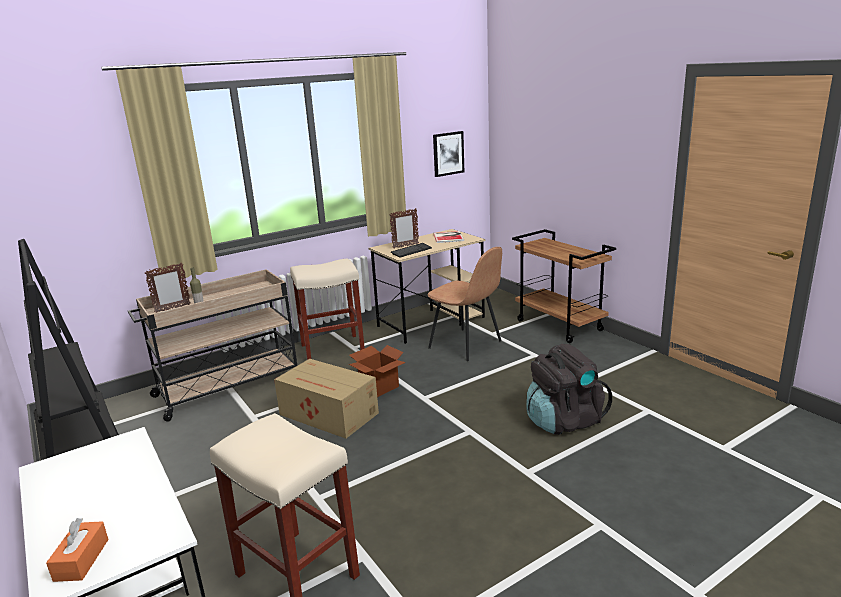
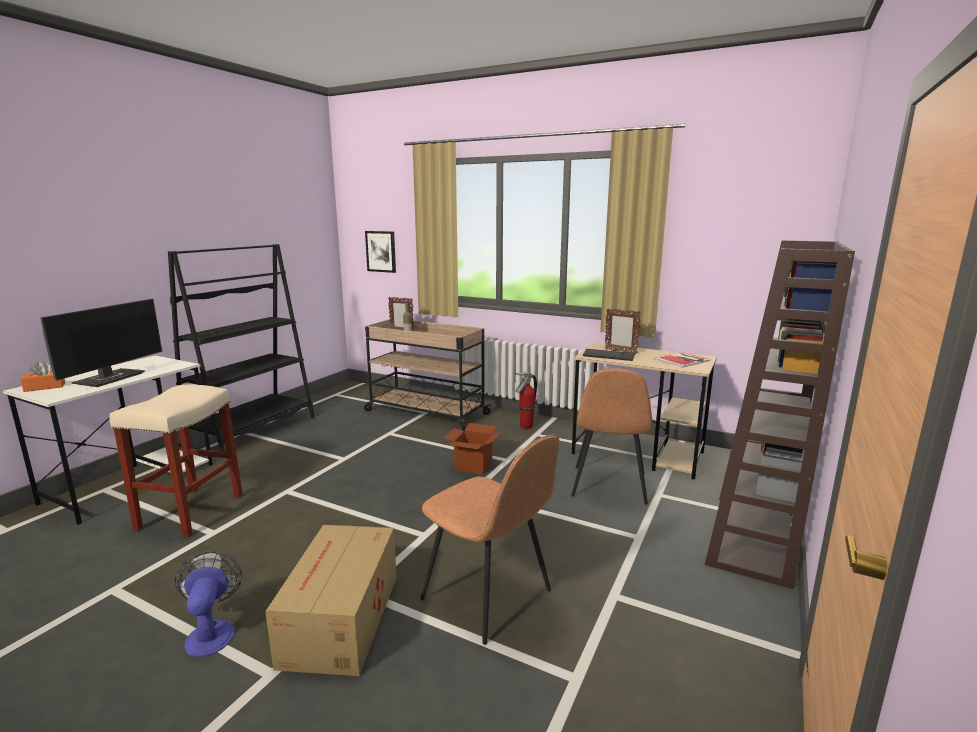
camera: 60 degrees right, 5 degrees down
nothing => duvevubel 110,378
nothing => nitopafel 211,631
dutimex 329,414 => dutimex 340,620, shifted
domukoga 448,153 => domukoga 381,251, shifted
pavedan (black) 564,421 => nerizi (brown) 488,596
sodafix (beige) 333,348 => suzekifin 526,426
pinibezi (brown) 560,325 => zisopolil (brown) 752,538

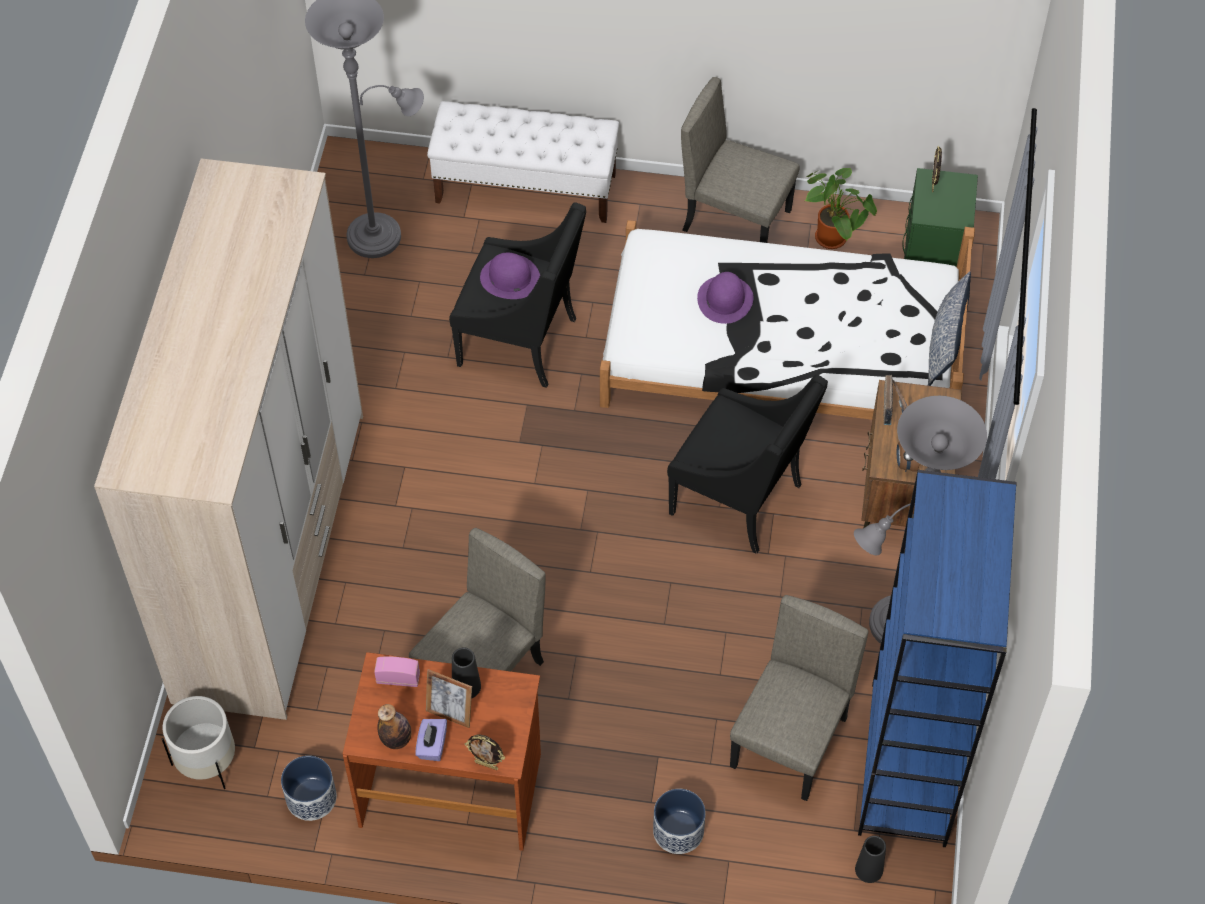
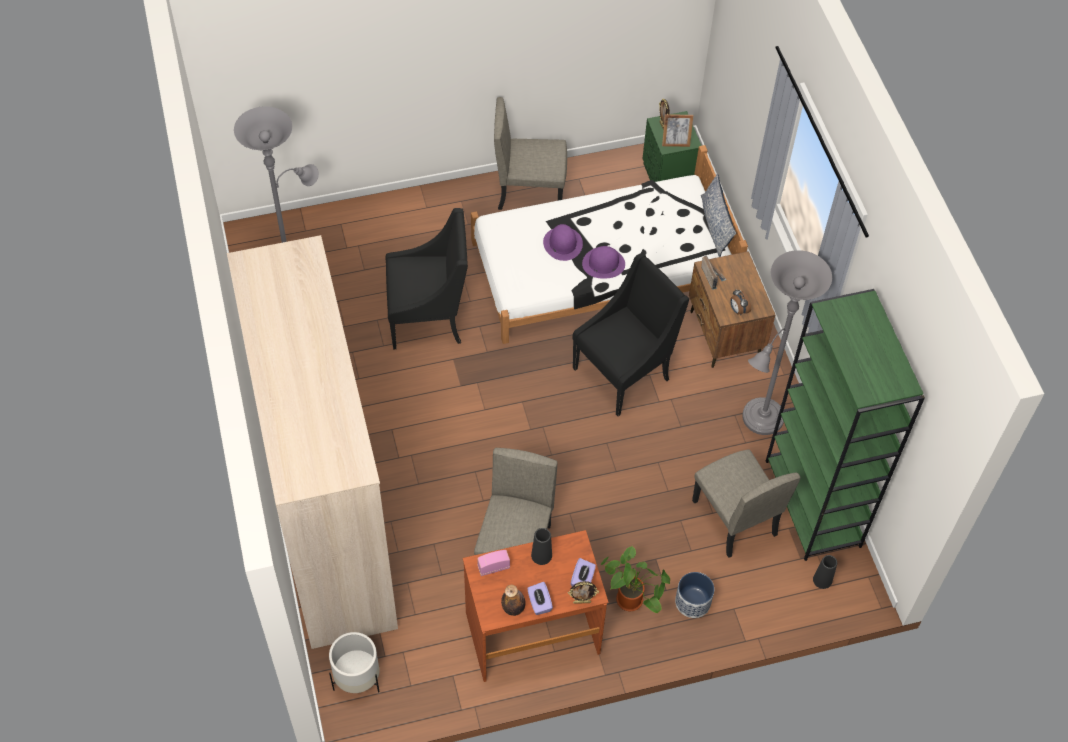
camera: 25 degrees left, 0 degrees up
nothing => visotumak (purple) 582,579
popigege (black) 740,499 => popigege (black) 624,373, 45 degrees counterclockwise
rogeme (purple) 509,278 => rogeme (purple) 603,264, shifted
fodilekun 834,240 => fodilekun 632,600, shifted
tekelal 450,713 => tekelal 675,143, shifted
nerizi (beige) 790,742 => nerizi (beige) 734,518, 150 degrees clockwise
zisopolil (blue) 909,764 => zisopolil (green) 813,504
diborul 311,798 => nothing
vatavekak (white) 526,188 => nothing

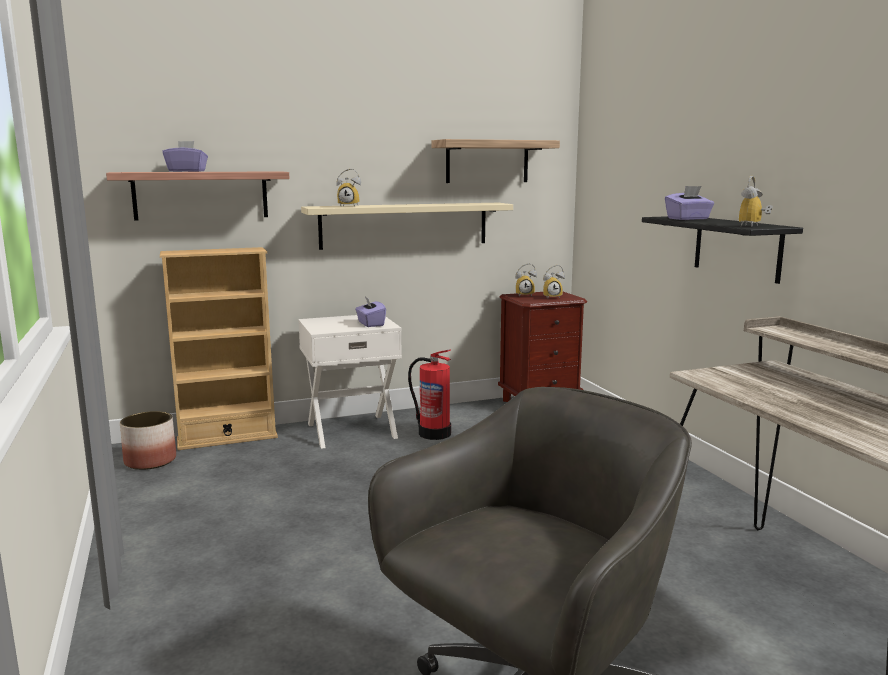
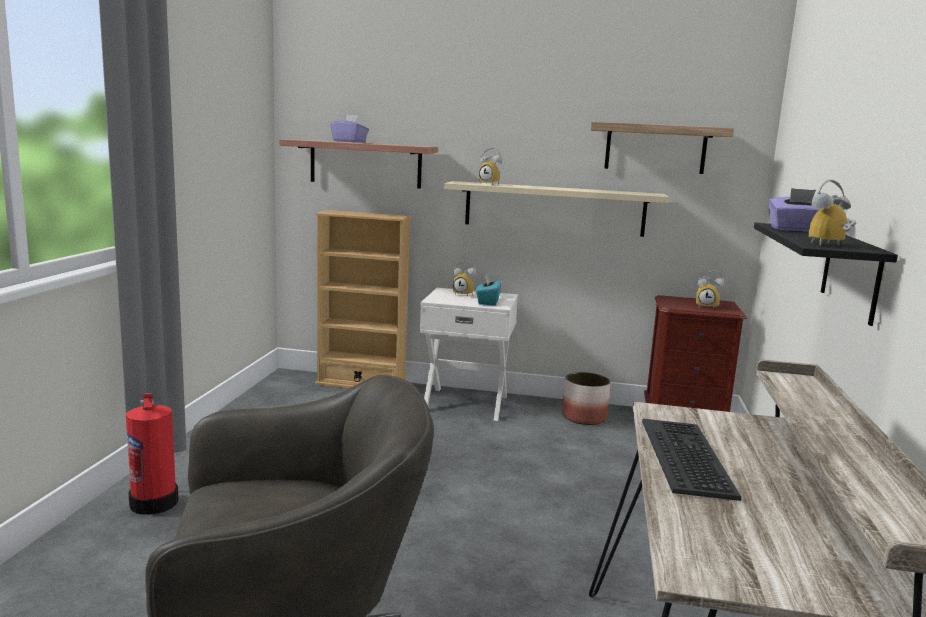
camera: 30 degrees right, 0 degrees up
suzekifin 434,433 => suzekifin 154,501, shifted
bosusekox 524,295 => bosusekox 464,294, shifted
visotumak (purple) 370,324 => visotumak (turquoise) 487,302
diborul 151,461 => diborul 584,417, shifted
nothing => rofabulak 687,458

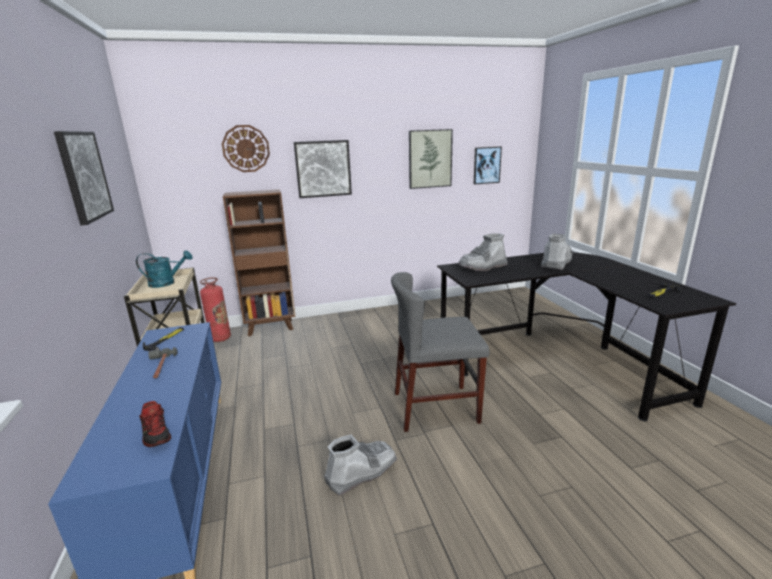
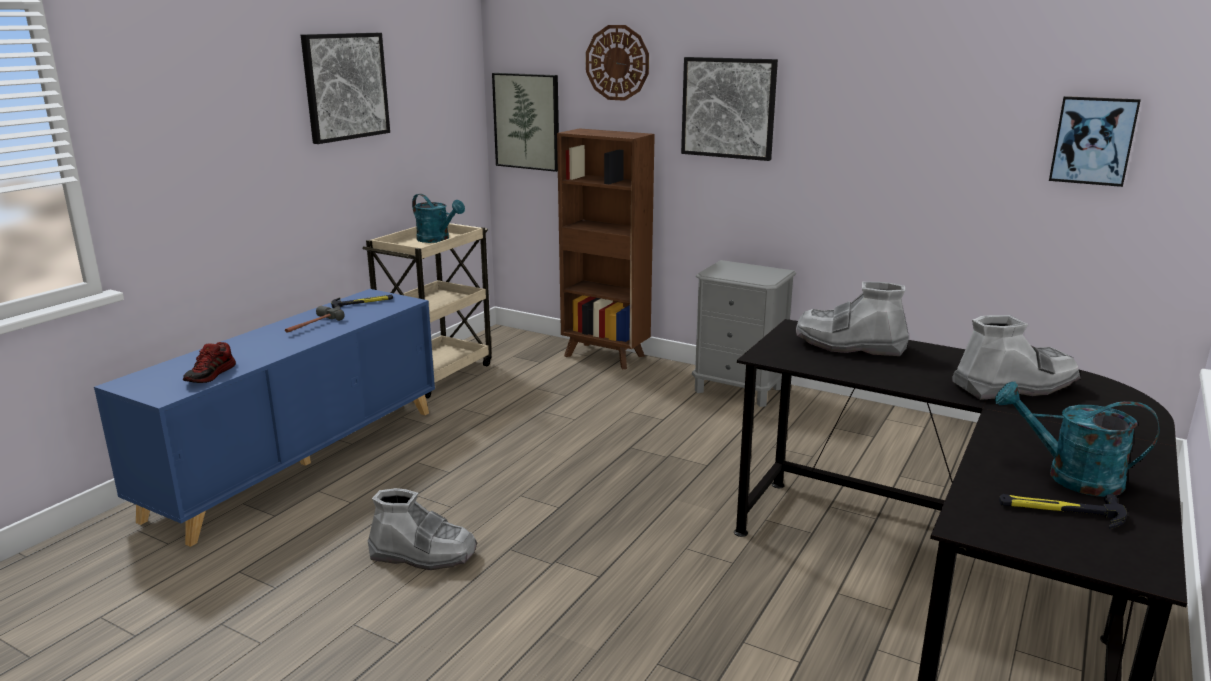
camera: 45 degrees right, 0 degrees up
domukoga 430,159 => domukoga 527,121, shifted
nothing => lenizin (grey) 739,390
nothing => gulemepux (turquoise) 1070,477
suzekifin 220,338 => nothing
nerizi (grey) 435,407 => nothing

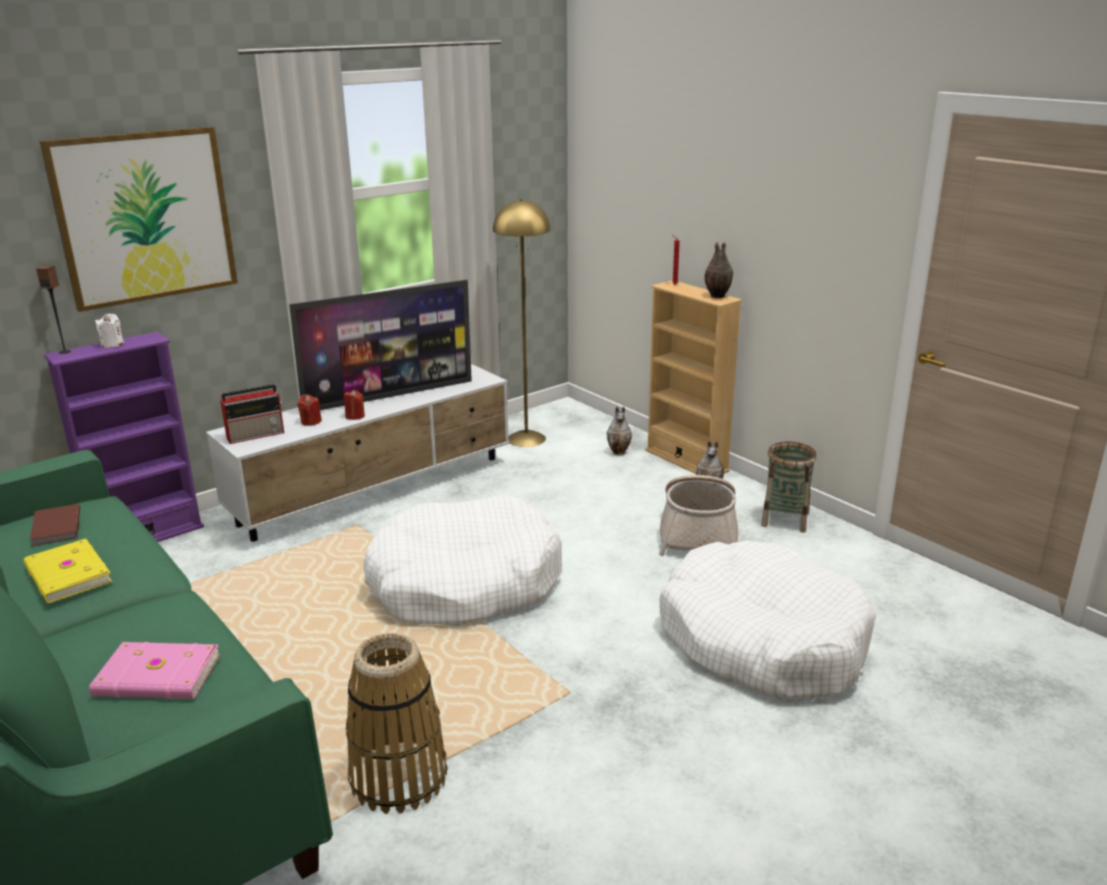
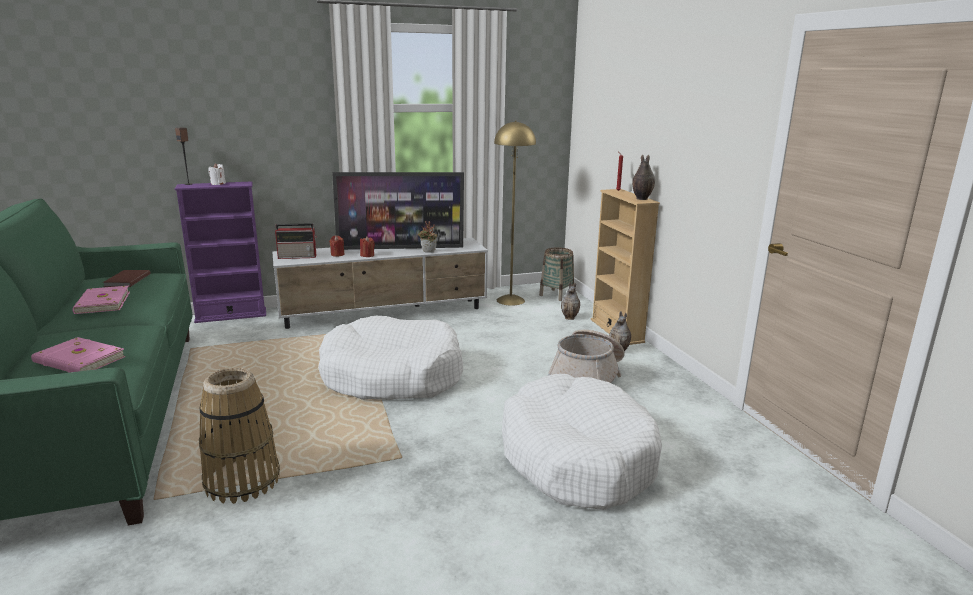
camera: 20 degrees right, 5 degrees down
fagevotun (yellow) 66,575 => fagevotun (pink) 101,303
nothing => fodilekun 428,252
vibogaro 785,519 => vibogaro 556,295, shifted
domukoga 145,217 => nothing

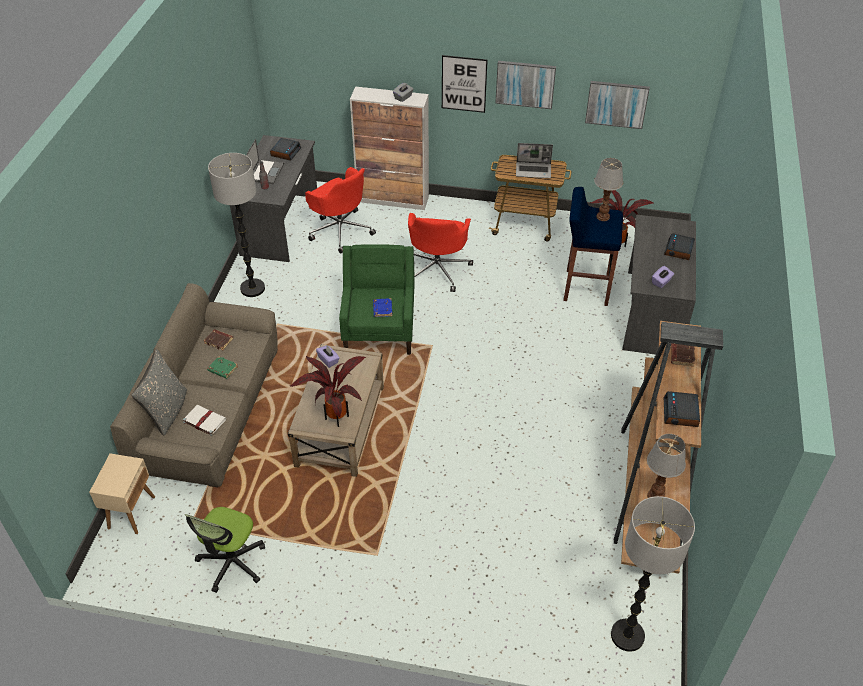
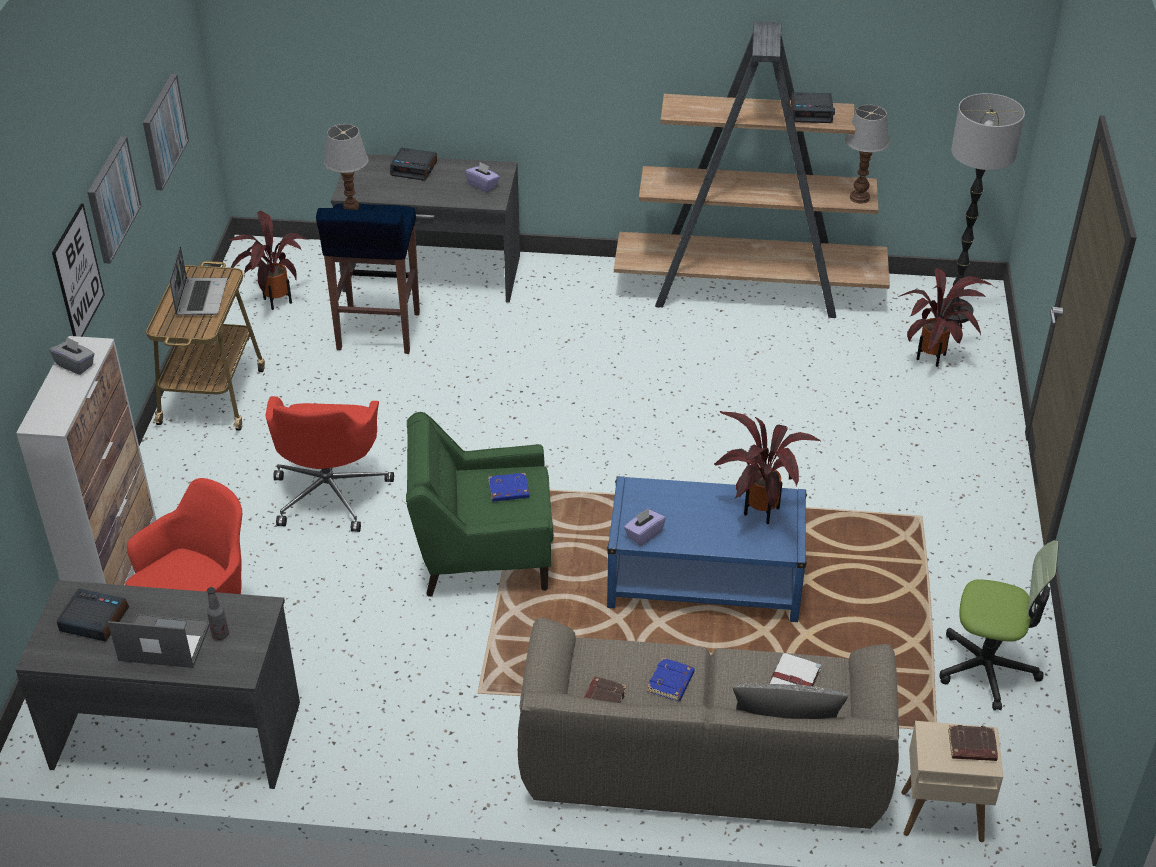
camera: 95 degrees left, 5 degrees down
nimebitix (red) 437,269 => nimebitix (red) 330,493, 90 degrees clockwise
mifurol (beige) 340,425 => mifurol (blue) 704,579
fagevotun (green) 222,369 => fagevotun (blue) 671,683
nothing => fodilekun 933,359
fagevotun (brown) 681,355 => fagevotun (brown) 971,747, shifted
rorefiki 252,288 => nothing

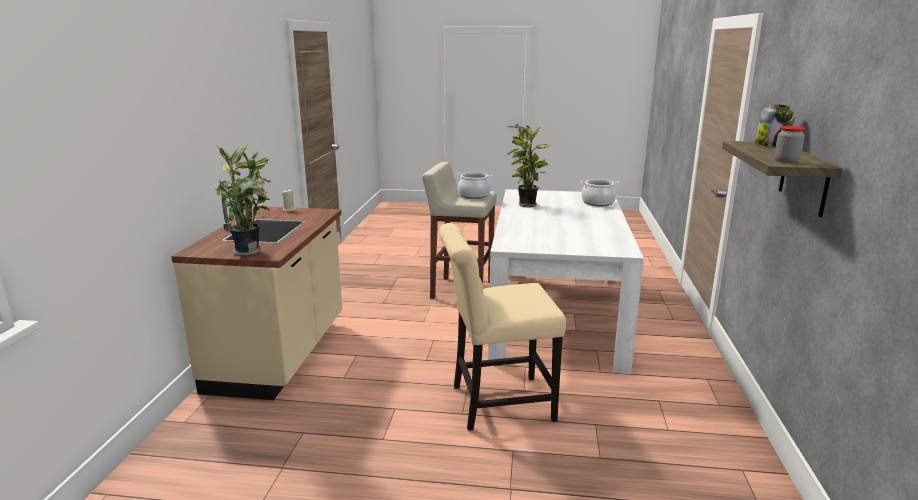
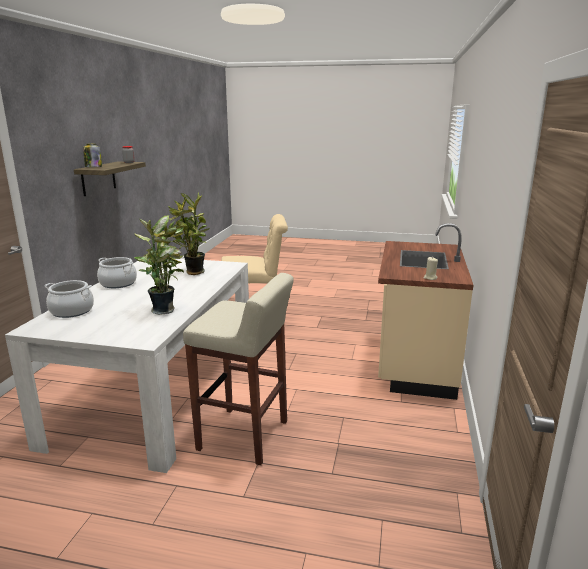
camera: 175 degrees left, 0 degrees up
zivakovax 474,195 => zivakovax 118,283, shifted
fodilekun 250,251 => fodilekun 193,273, shifted

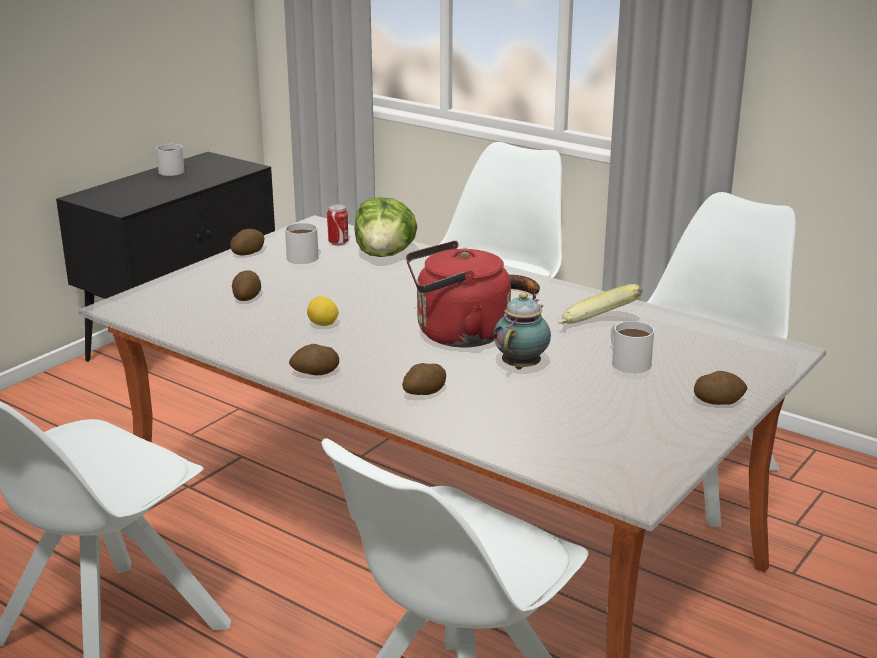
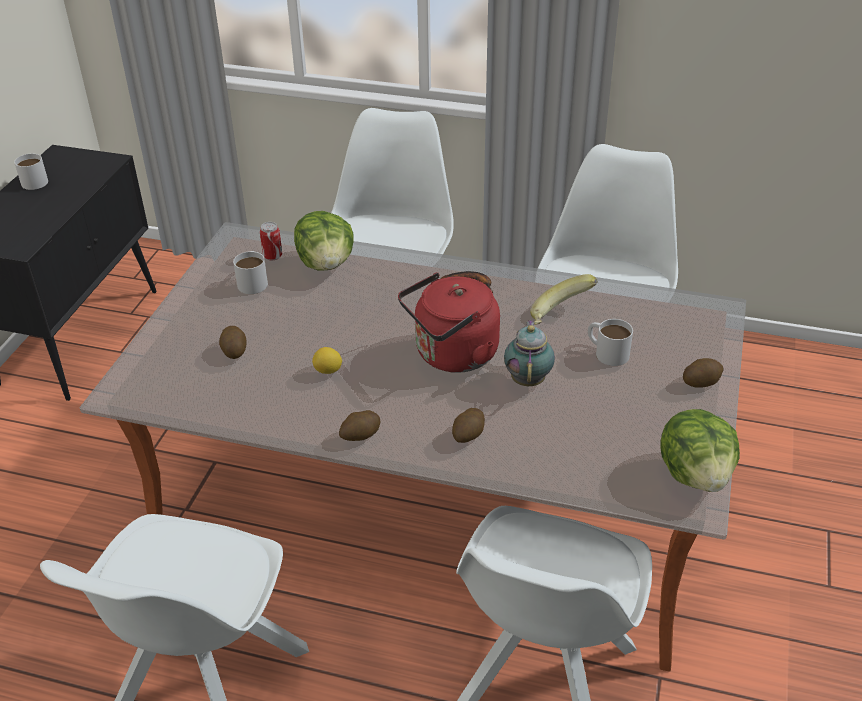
camera: 20 degrees left, 15 degrees up
nothing => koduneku 696,474
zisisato 248,252 => nothing

